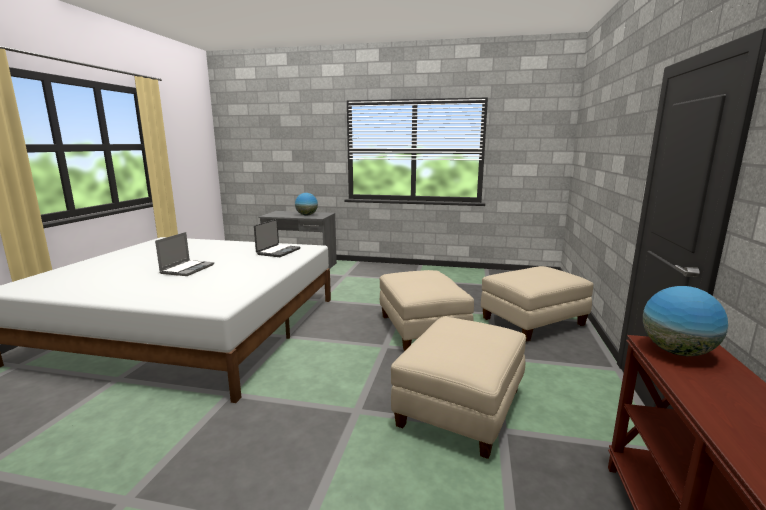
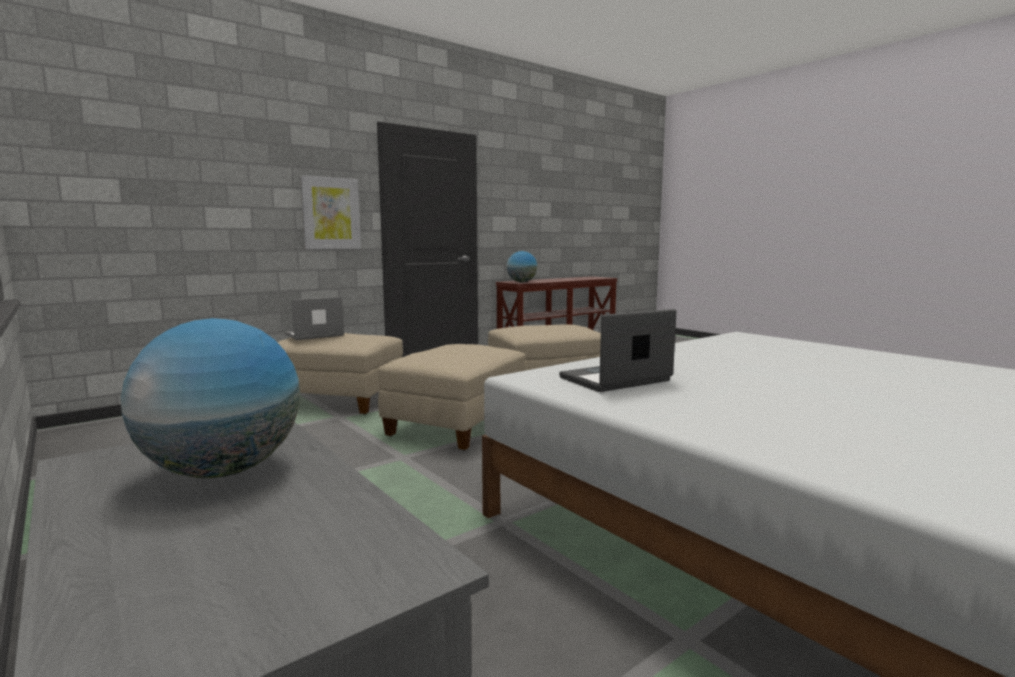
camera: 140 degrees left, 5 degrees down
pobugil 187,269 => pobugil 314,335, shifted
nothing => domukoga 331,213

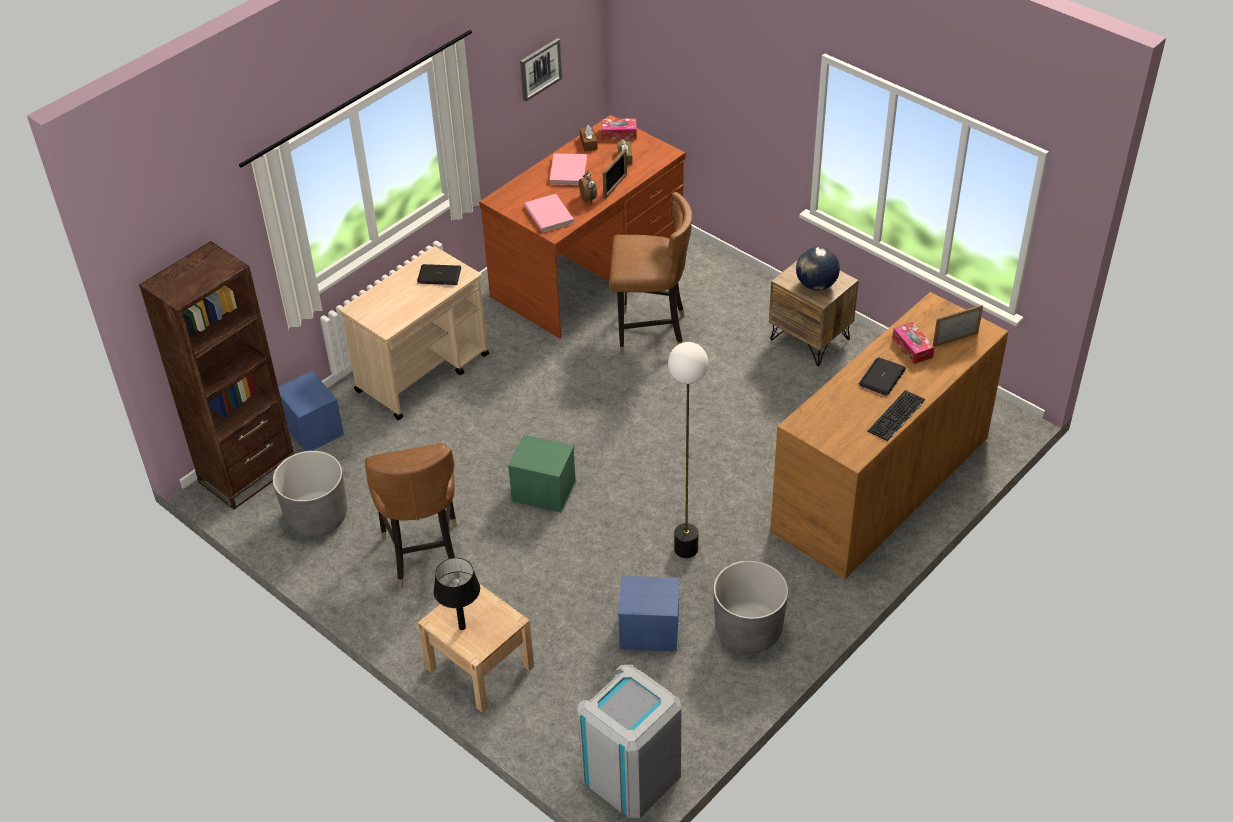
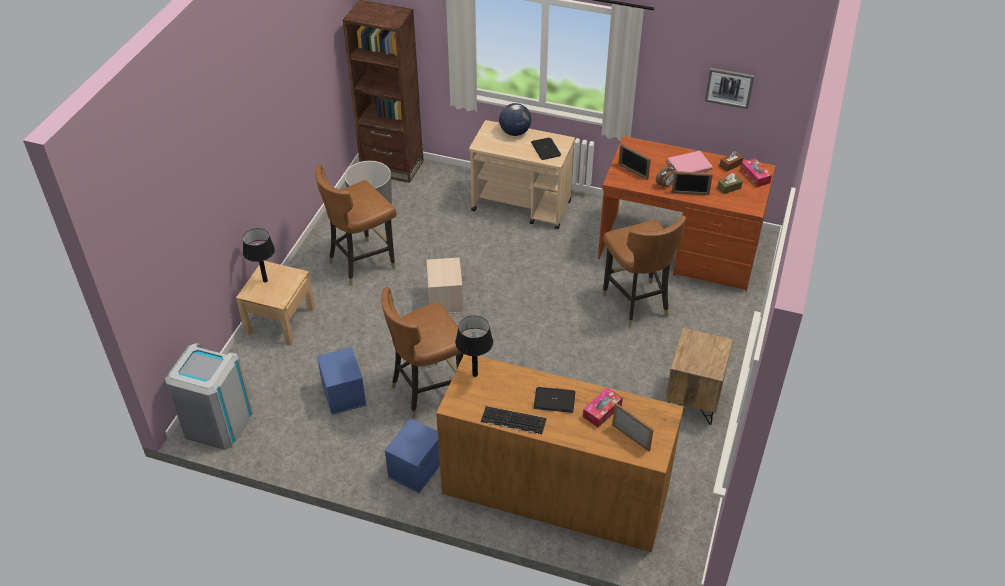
camera: 65 degrees right, 0 degrees up
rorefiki 685,549 => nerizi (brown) 427,390
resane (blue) 312,429 => resane (blue) 416,468, shifted
resane (green) 543,491 => resane (beige) 445,299
nothing => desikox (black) 474,374
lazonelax 816,285 => lazonelax 515,132, shifted
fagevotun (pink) 550,214 => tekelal 633,172
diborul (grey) 748,630 => nothing

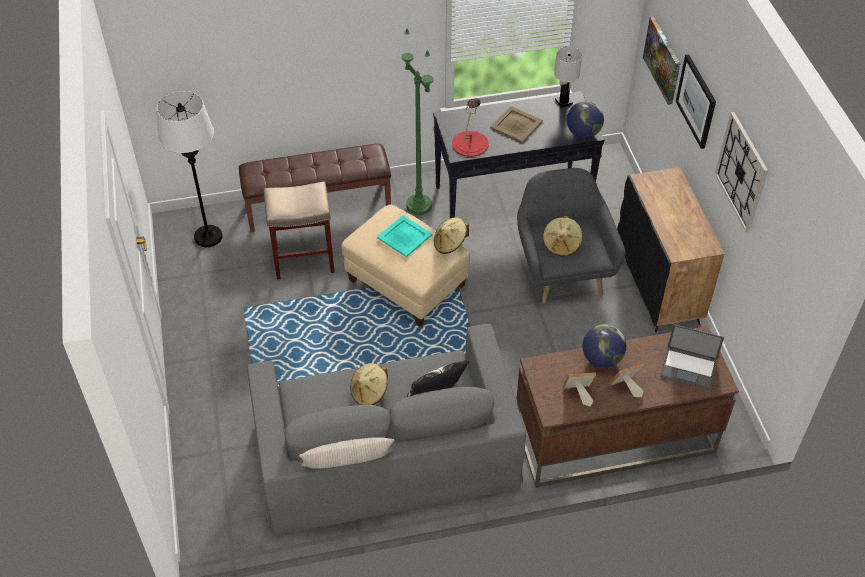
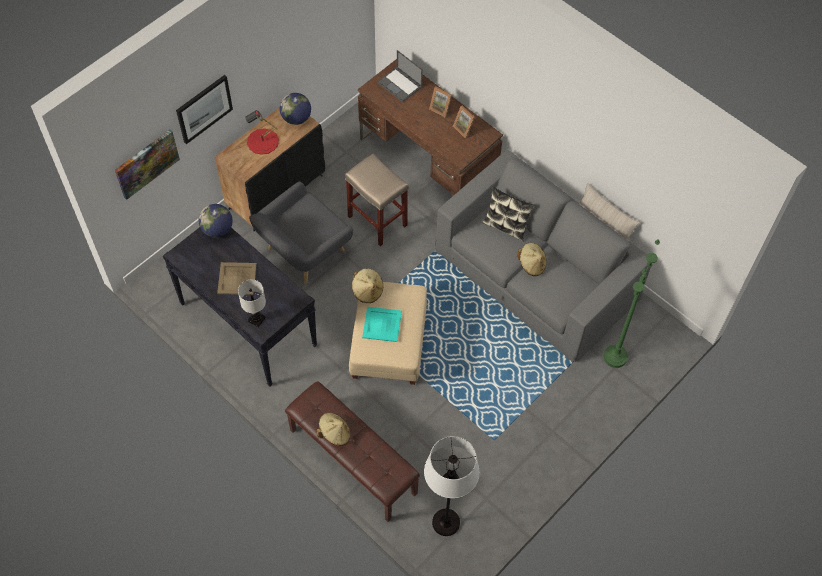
camera: 125 degrees left, 10 degrees up
desikox (white) 563,102 => desikox (white) 257,319, shifted
desikox (red) 470,144 => desikox (red) 262,141, shifted
lazonelax 601,359 => lazonelax 296,118, shifted
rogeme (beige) 561,245 => rogeme (beige) 334,433, shifted
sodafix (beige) 304,259 => sodafix (beige) 376,220, shifted
pobugil 689,368 => pobugil 400,85, 150 degrees clockwise
rorefiki (green) 418,206 => rorefiki (green) 615,357, shifted
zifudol 741,172 => nothing

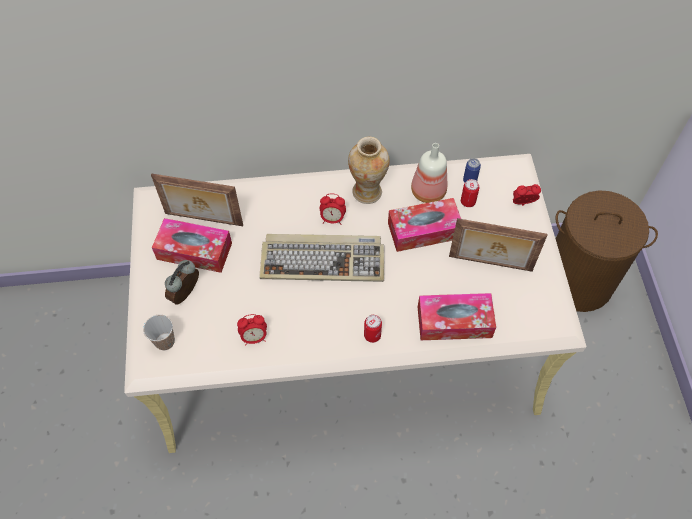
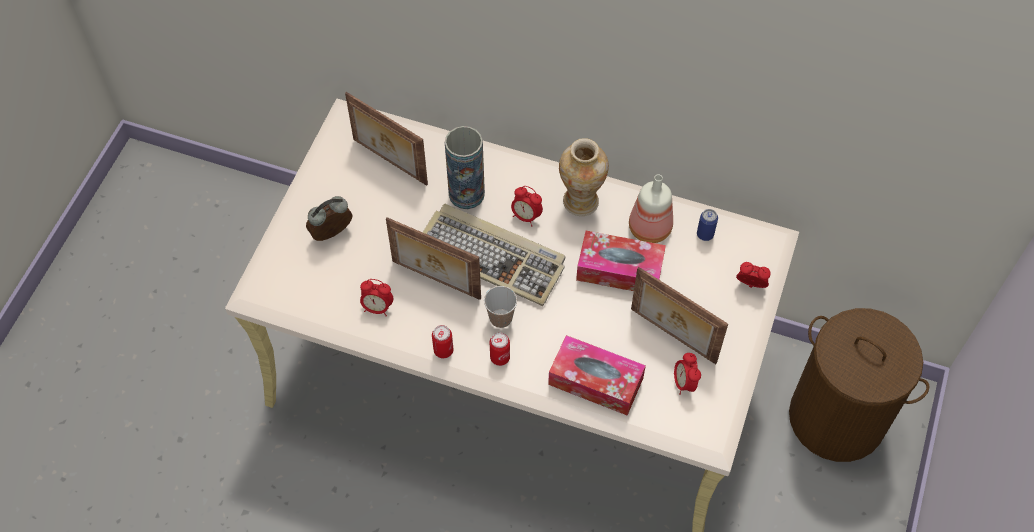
camera: 25 degrees right, 0 degrees up
nothing => tekelal 435,281
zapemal 468,202 => zapemal 443,350, shifted
nothing => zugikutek 466,194
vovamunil 165,341 => vovamunil 500,318, shifted
nothing => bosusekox 684,383
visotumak 194,251 => nothing

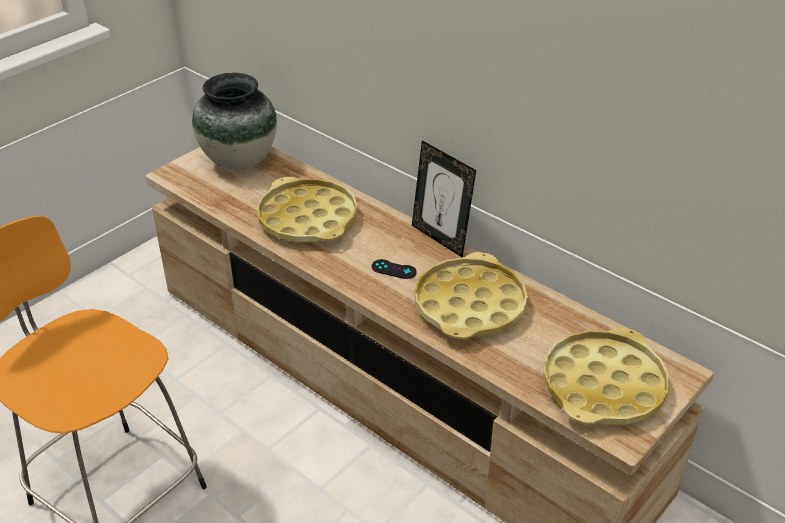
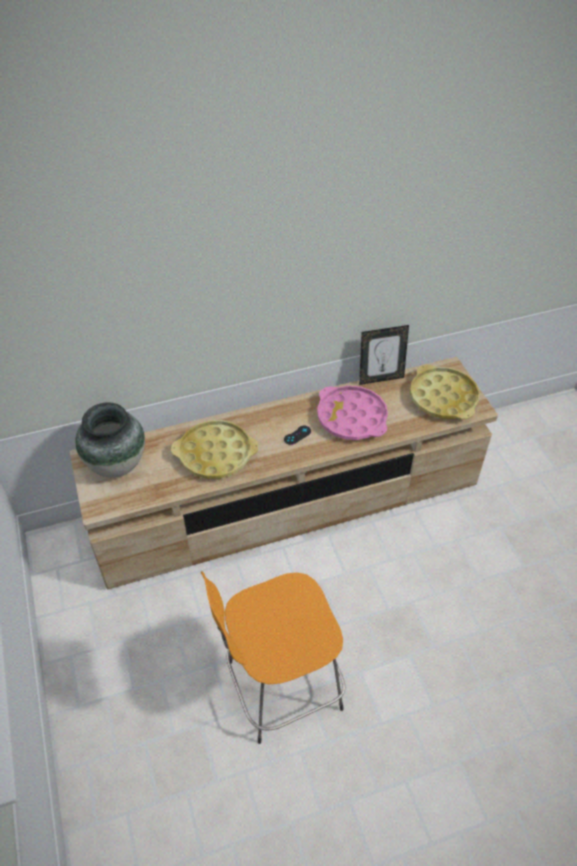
camera: 60 degrees left, 10 degrees up
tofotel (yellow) 469,305 => tofotel (pink) 351,418
tekelal 440,238 => tekelal 380,378, shifted

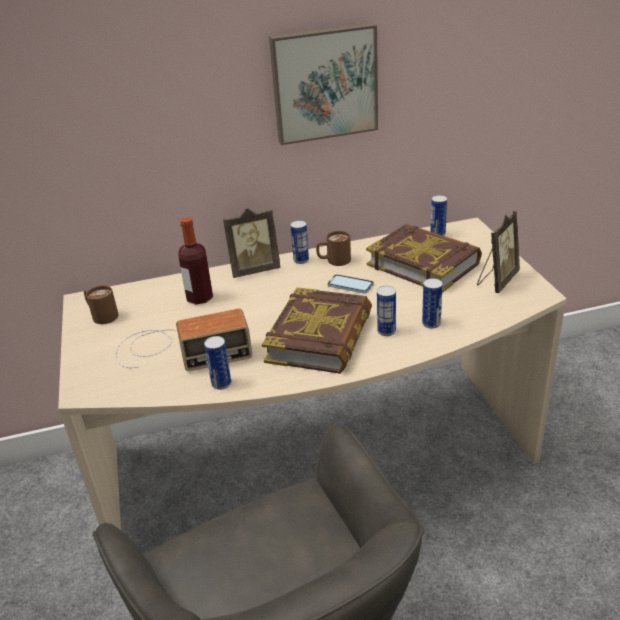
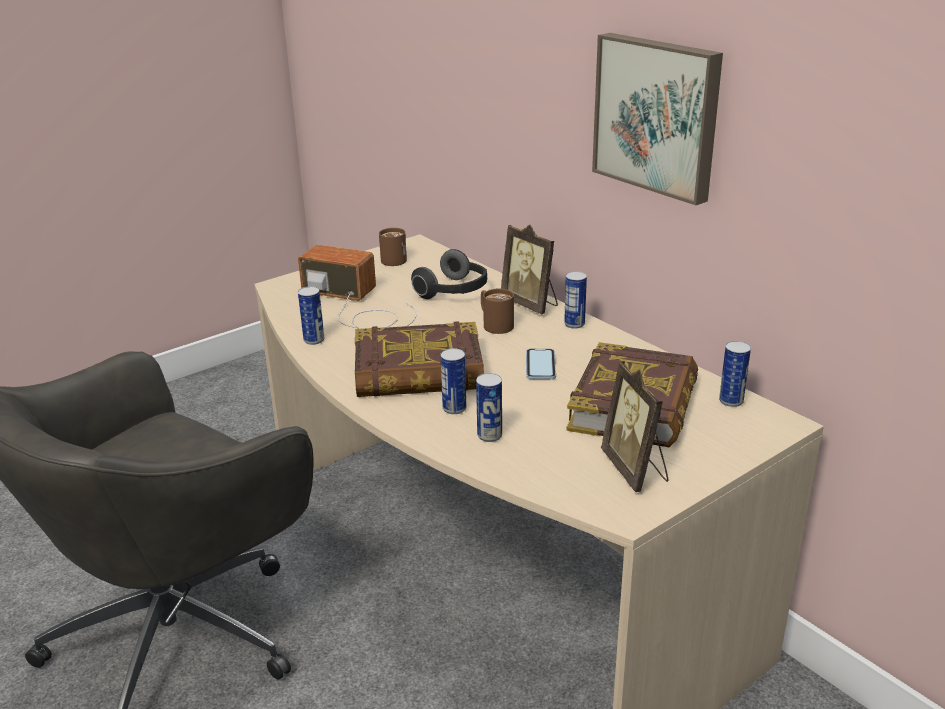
camera: 65 degrees right, 5 degrees down
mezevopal 179,349 => mezevopal 359,306, 150 degrees clockwise
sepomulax 200,298 => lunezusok 454,292
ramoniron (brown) 334,261 => ramoniron (brown) 494,324, shifted
tekelal 497,280 => tekelal 635,470, 60 degrees clockwise

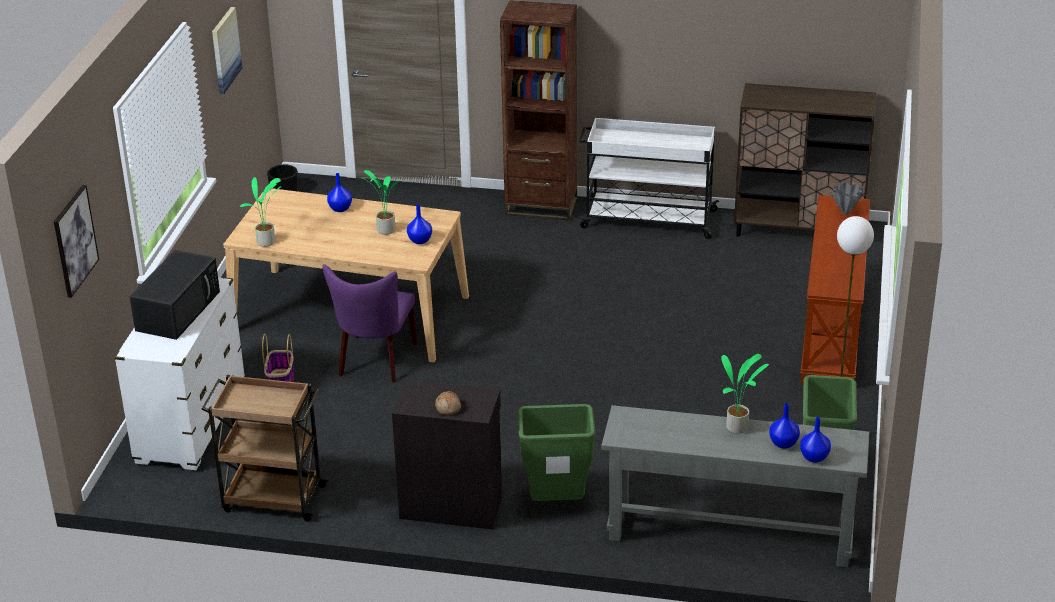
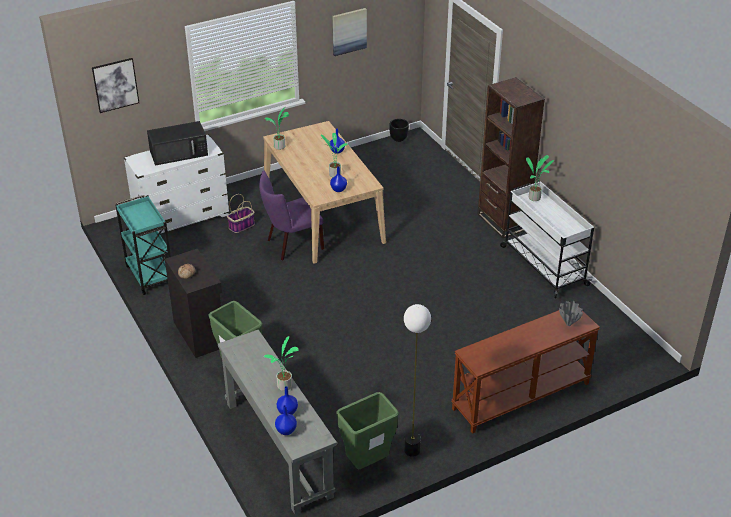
camera: 50 degrees right, 5 degrees up
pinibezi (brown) 272,498 => pinibezi (turquoise) 150,274
nothing => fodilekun 535,198
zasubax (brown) 799,230 => nothing

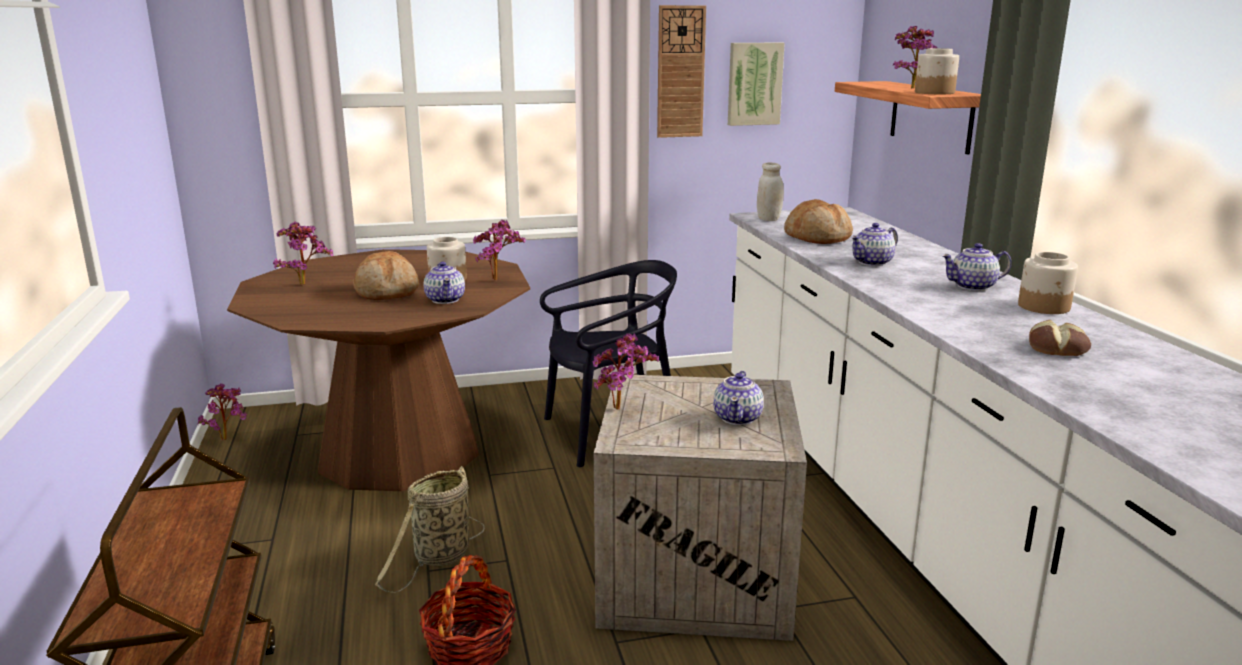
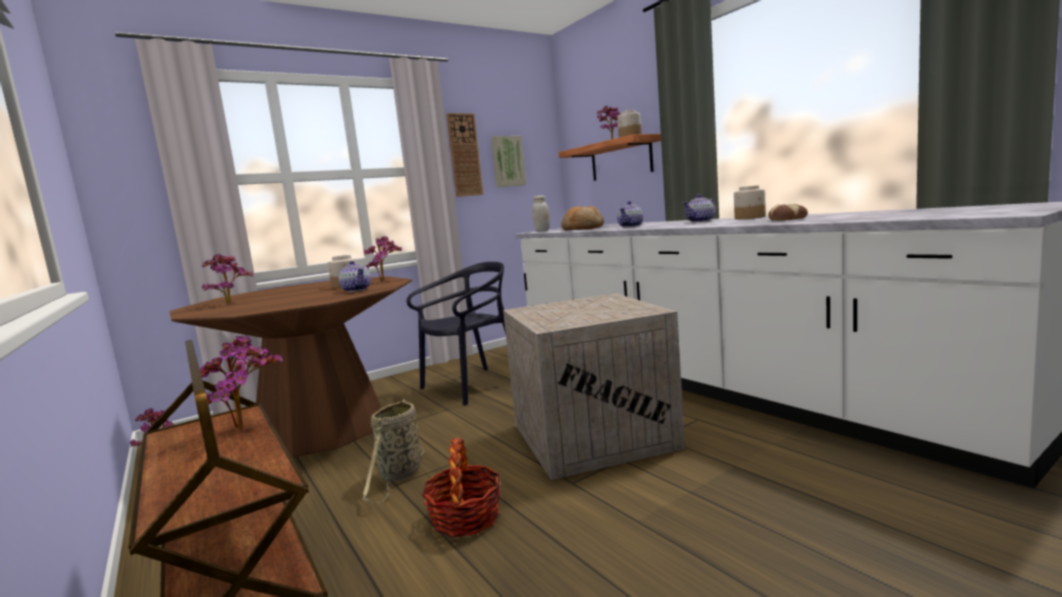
camera: 20 degrees left, 10 degrees down
fodilekun 622,410 => fodilekun 247,428, shifted
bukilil 387,292 => nothing
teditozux 738,418 => nothing

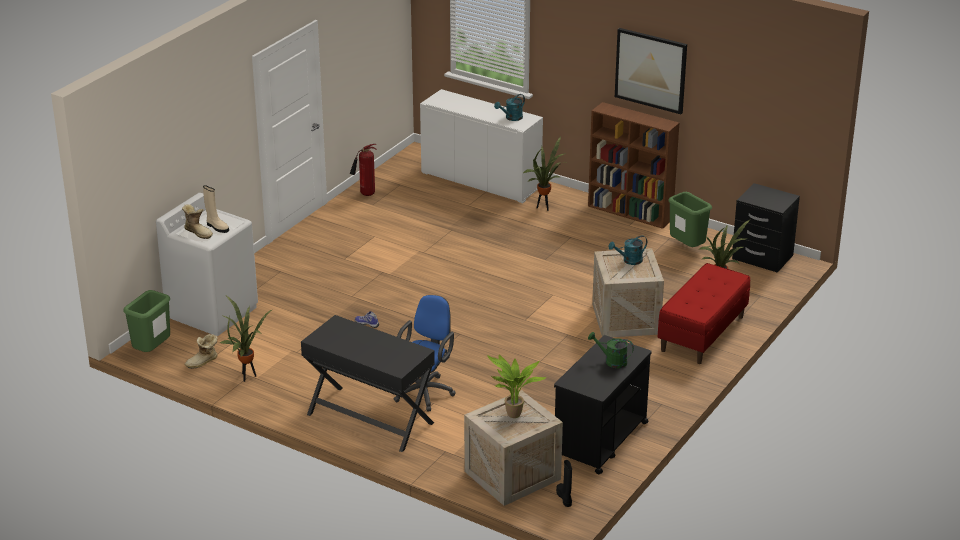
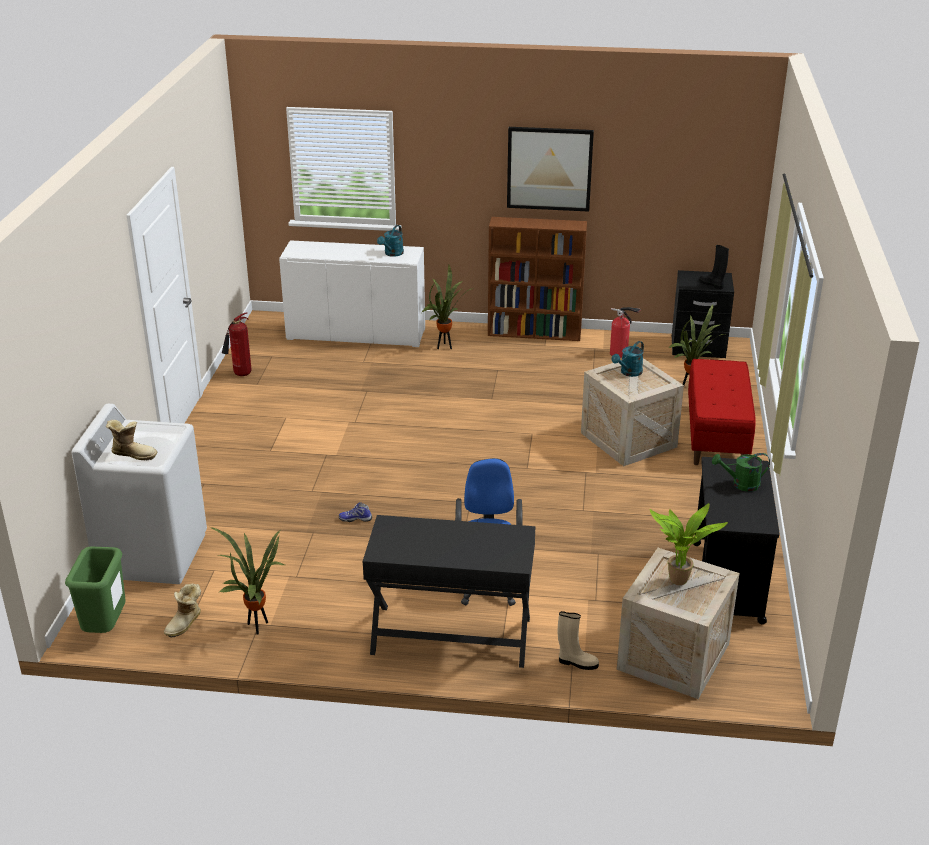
camera: 25 degrees left, 0 degrees up
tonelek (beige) 217,227 => tonelek (beige) 577,663, shifted
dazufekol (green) 687,247 => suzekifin 620,354
tonelek (black) 564,498 => tonelek (black) 712,284, shifted

